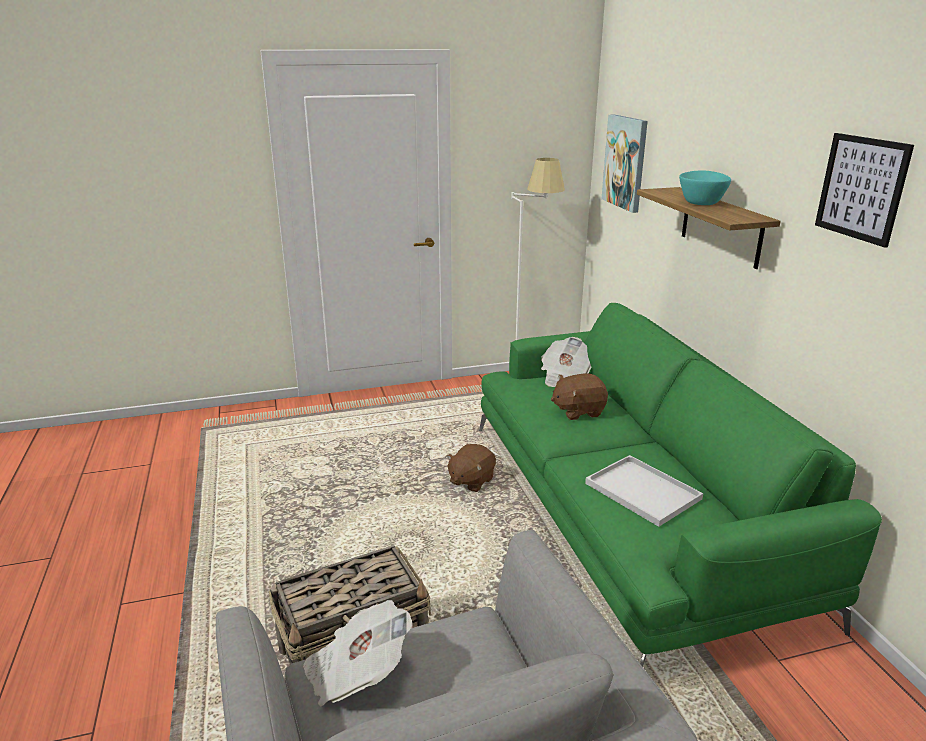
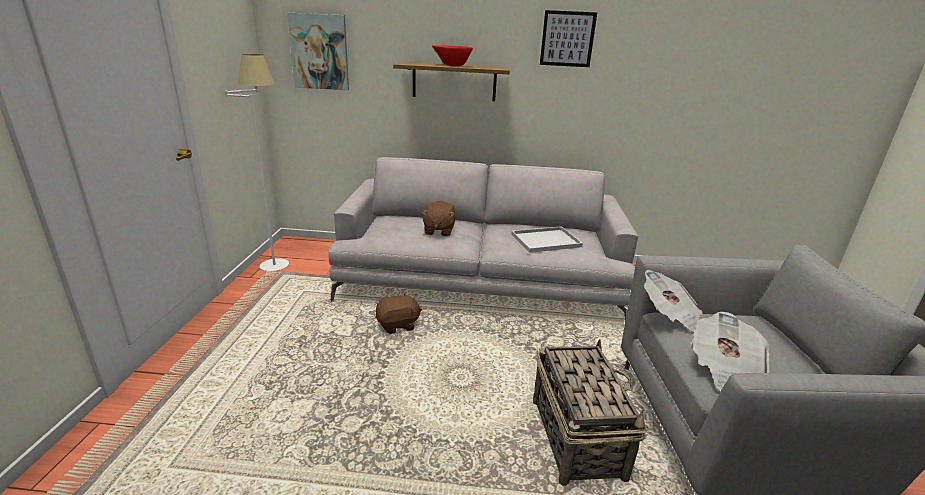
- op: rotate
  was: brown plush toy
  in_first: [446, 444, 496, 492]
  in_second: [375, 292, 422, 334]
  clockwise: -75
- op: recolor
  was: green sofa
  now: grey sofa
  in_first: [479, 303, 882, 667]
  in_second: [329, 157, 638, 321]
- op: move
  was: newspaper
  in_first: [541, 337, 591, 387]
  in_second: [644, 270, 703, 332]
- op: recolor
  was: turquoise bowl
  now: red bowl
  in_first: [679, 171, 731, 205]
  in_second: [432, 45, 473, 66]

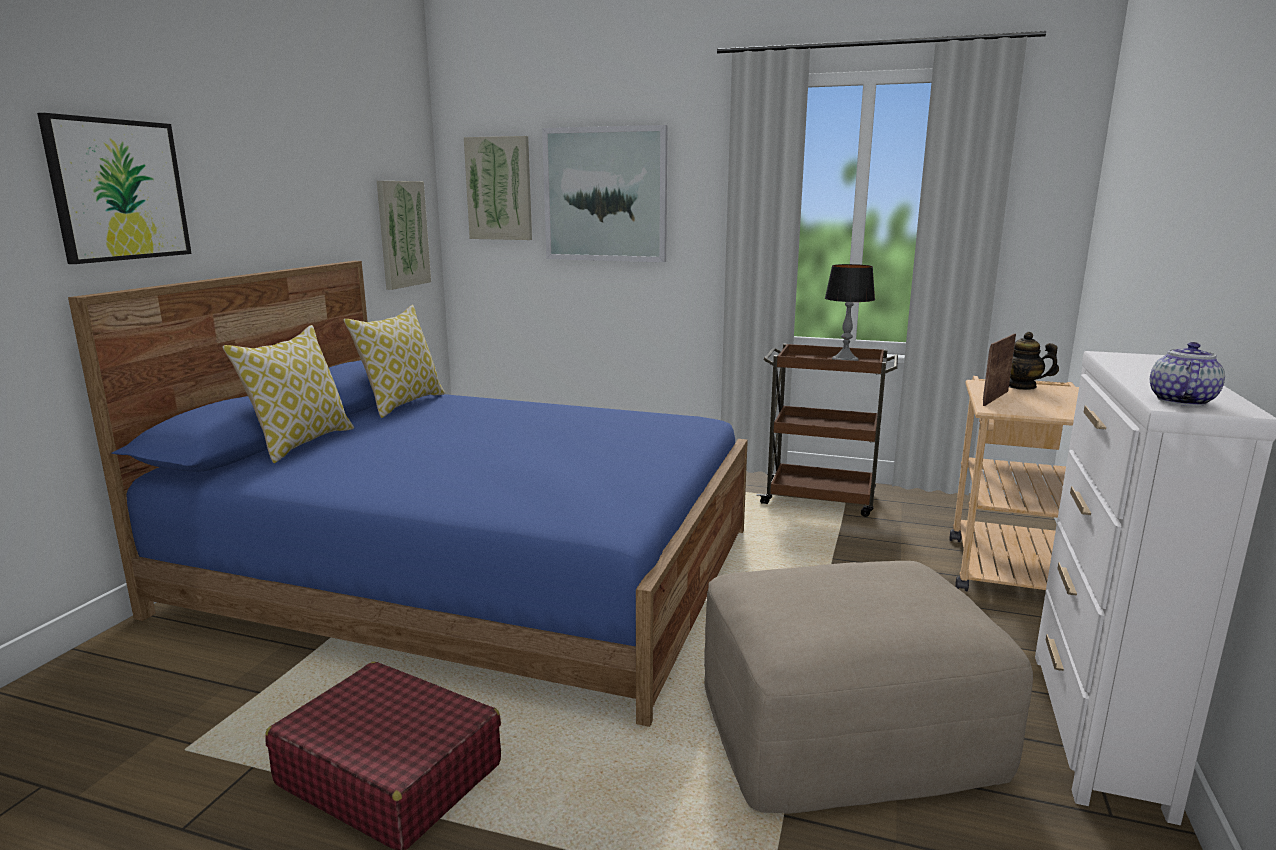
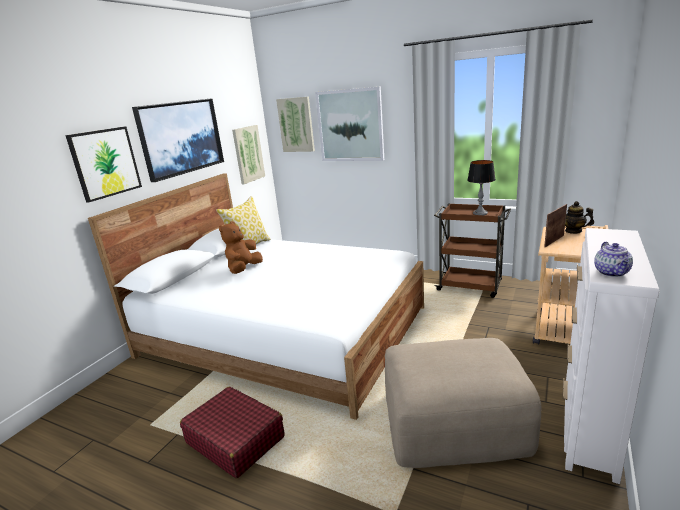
- op: recolor
  was: blue bed
  now: white bed
  in_first: [68, 261, 748, 727]
  in_second: [88, 173, 424, 420]
- op: delete
  was: pillow
  in_first: [222, 325, 354, 463]
- op: rotate
  was: teapot
  in_first: [1150, 342, 1225, 406]
  in_second: [594, 242, 633, 277]
  clockwise: 150
- op: insert
  now: picture
  in_second: [132, 98, 224, 182]
- op: insert
  now: brown plush toy
  in_second: [219, 221, 263, 274]

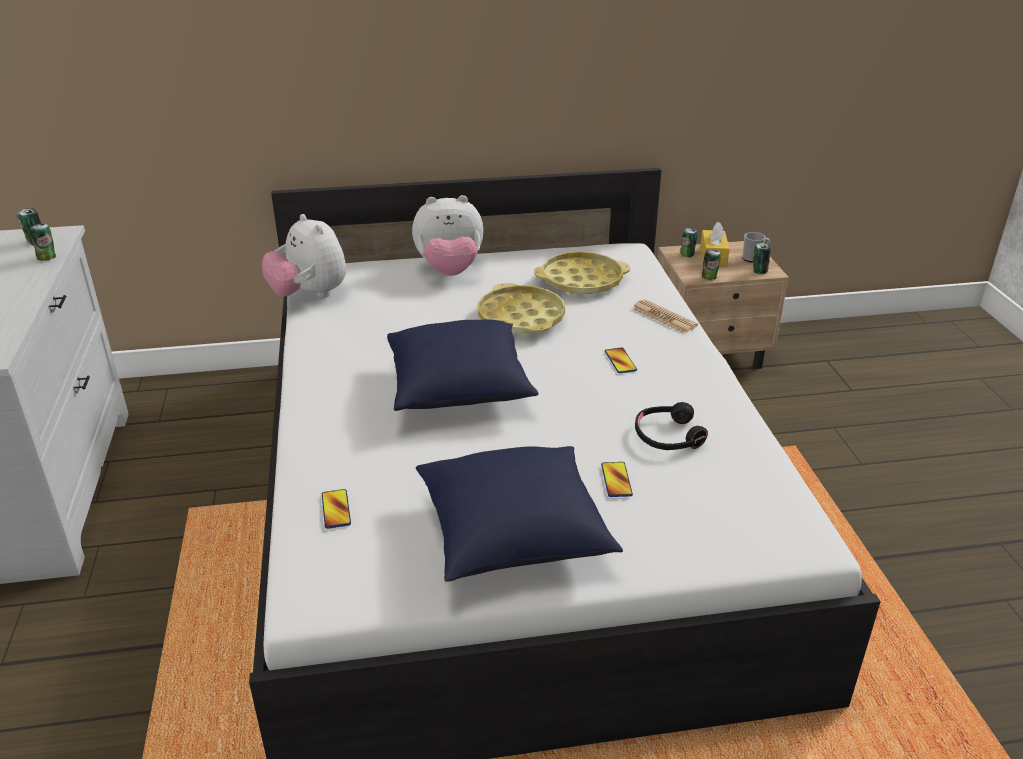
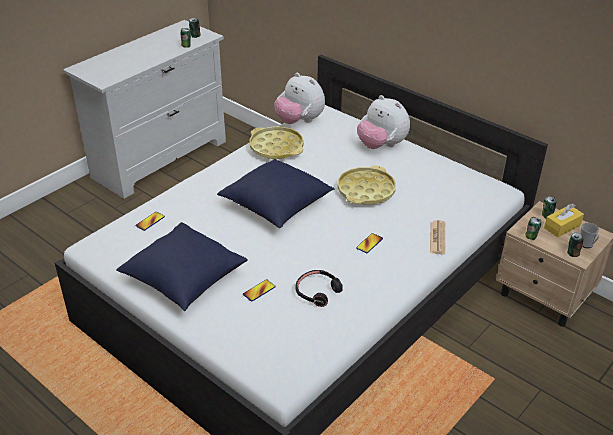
- op: rotate
  was: plush toy
  in_first: [262, 214, 346, 298]
  in_second: [274, 73, 325, 124]
  clockwise: -60
- op: move
  was: yellow tray
  in_first: [534, 252, 630, 294]
  in_second: [249, 127, 304, 159]

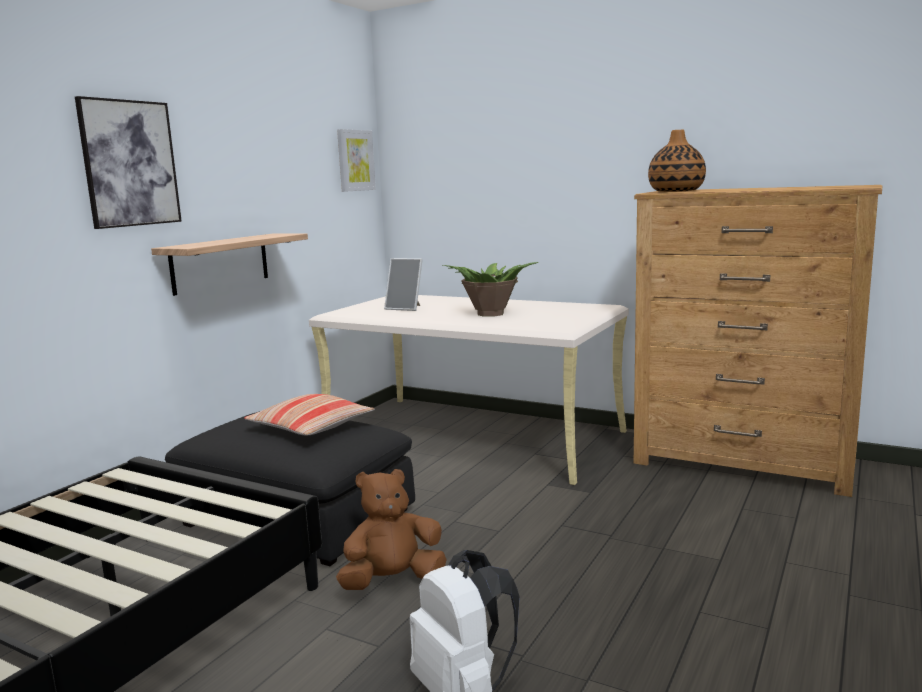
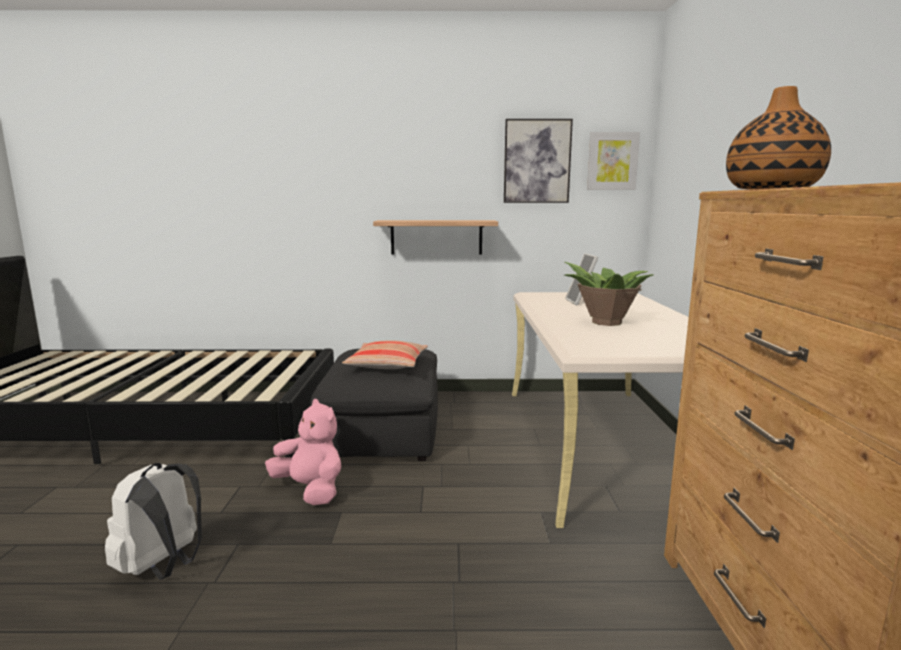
- op: move
  was: picture
  in_first: [75, 96, 182, 229]
  in_second: [504, 119, 573, 203]
- op: recolor
  was: brown plush toy
  now: pink plush toy
  in_first: [336, 469, 447, 590]
  in_second: [265, 399, 342, 505]

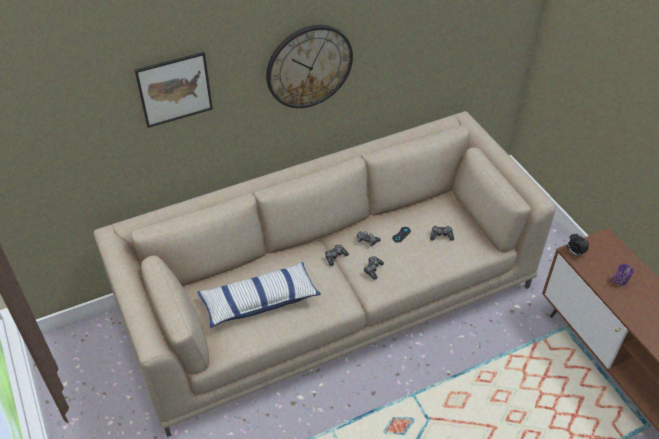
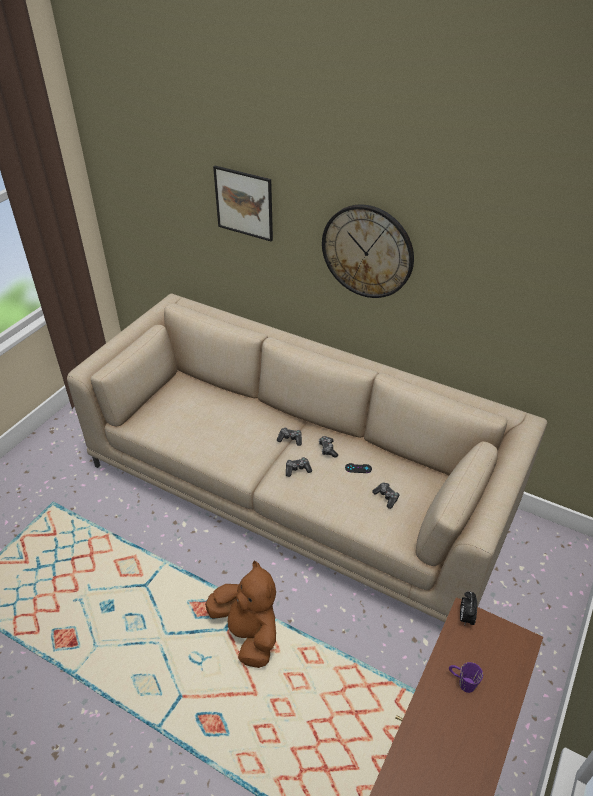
- op: delete
  was: pillow
  in_first: [197, 262, 321, 328]
- op: insert
  now: brown plush toy
  in_second: [205, 561, 276, 668]

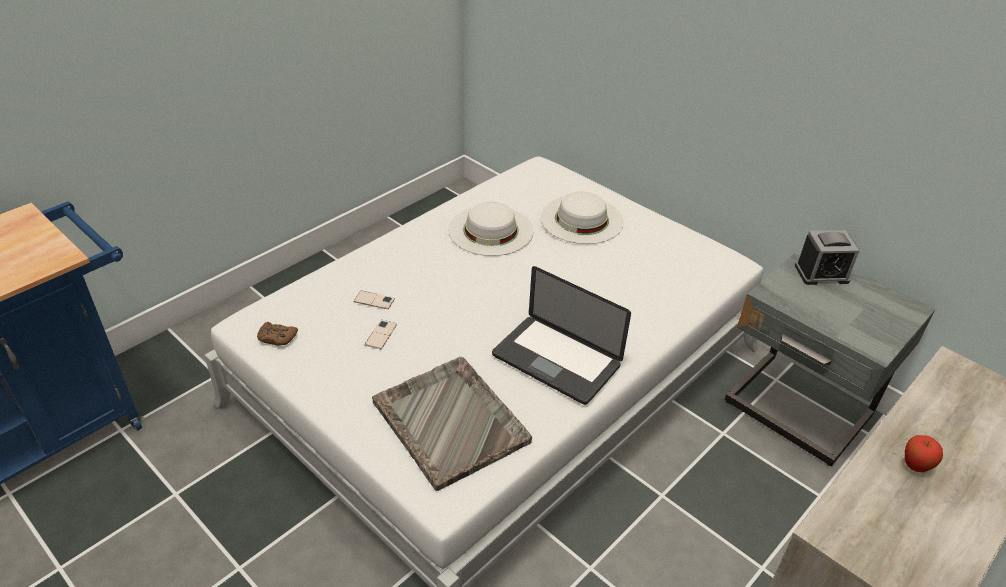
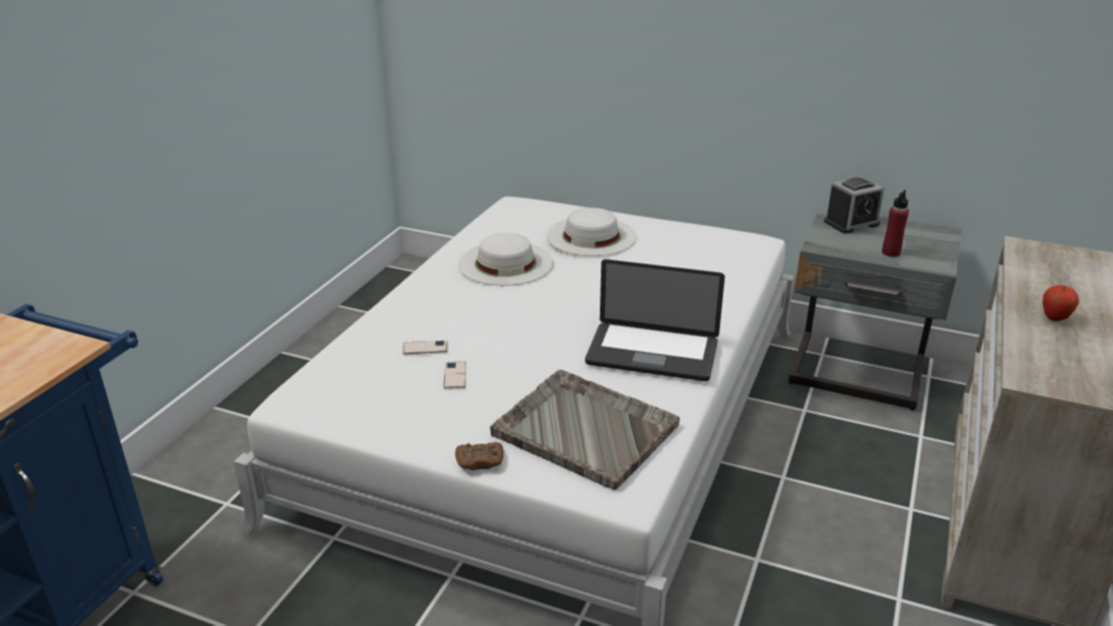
- op: move
  was: brown game controller
  in_first: [257, 322, 298, 346]
  in_second: [455, 442, 504, 470]
- op: insert
  now: red bottle
  in_second: [882, 190, 909, 257]

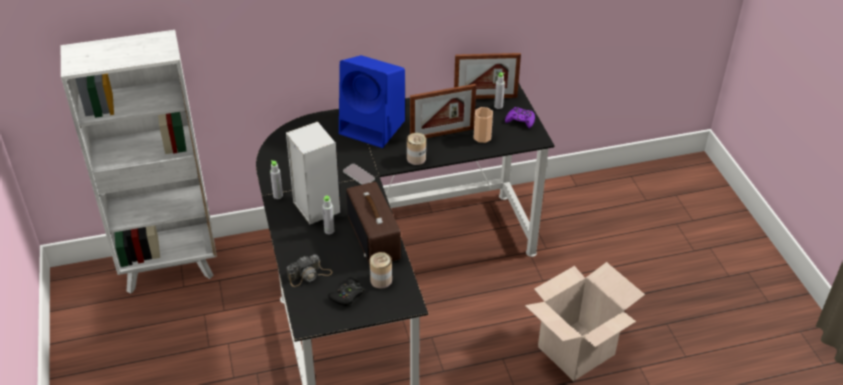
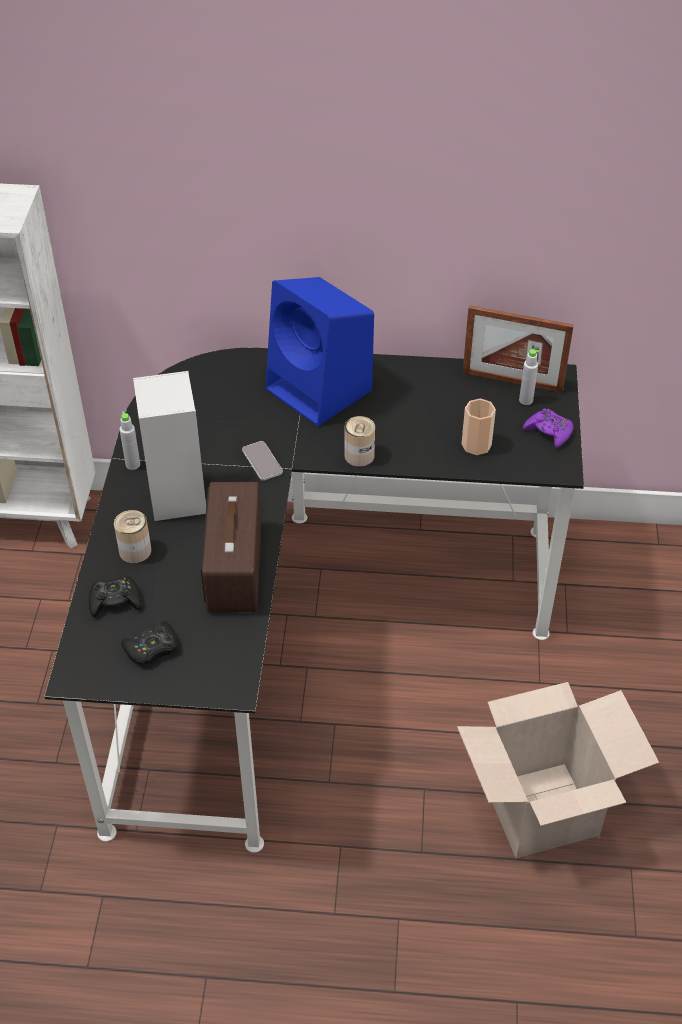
- op: replace
  was: photo camera
  now: black game controller
  in_first: [287, 255, 332, 287]
  in_second: [89, 576, 141, 618]
- op: delete
  was: grey bottle
  in_first: [322, 195, 334, 234]
- op: move
  was: can
  in_first: [370, 252, 392, 289]
  in_second: [114, 510, 152, 563]
- op: delete
  was: picture frame
  in_first: [410, 84, 476, 138]

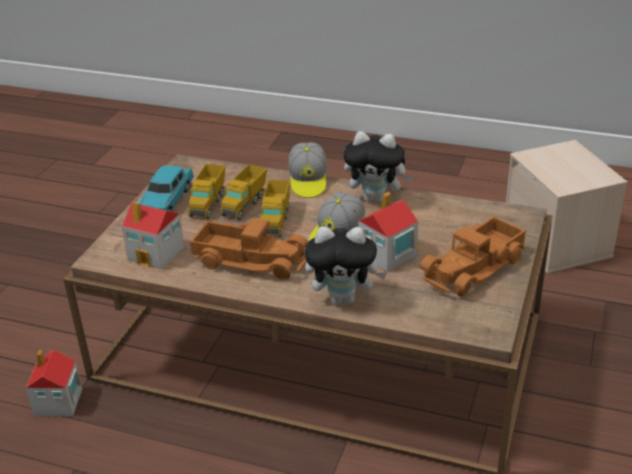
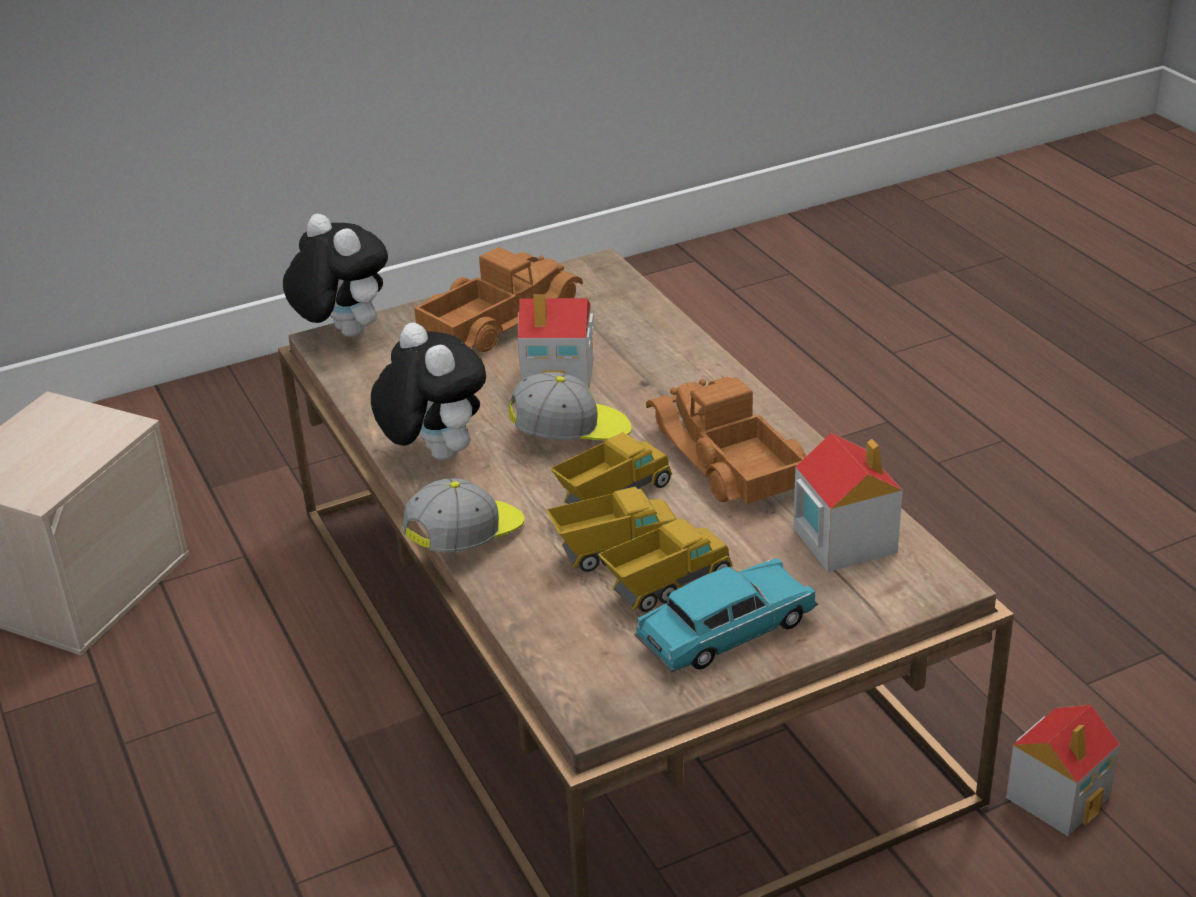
- op: move
  was: plush toy
  in_first: [305, 226, 387, 305]
  in_second: [283, 214, 388, 337]
- op: rotate
  was: toy truck
  in_first: [419, 216, 526, 297]
  in_second: [414, 247, 583, 352]
  clockwise: -45

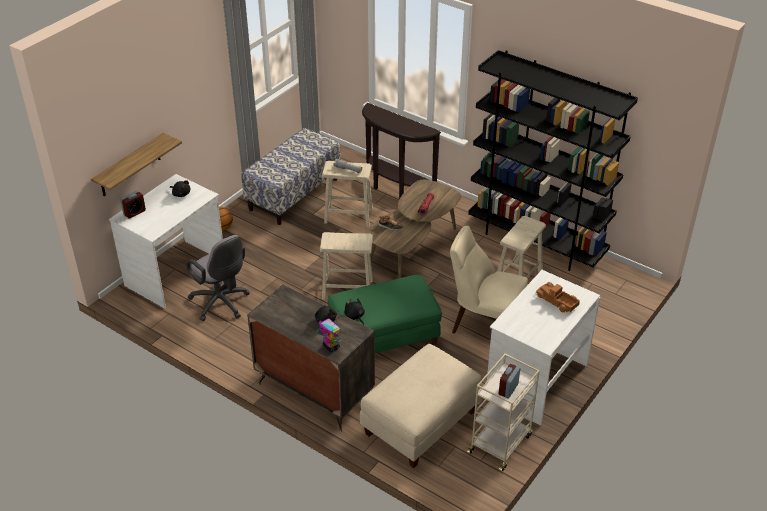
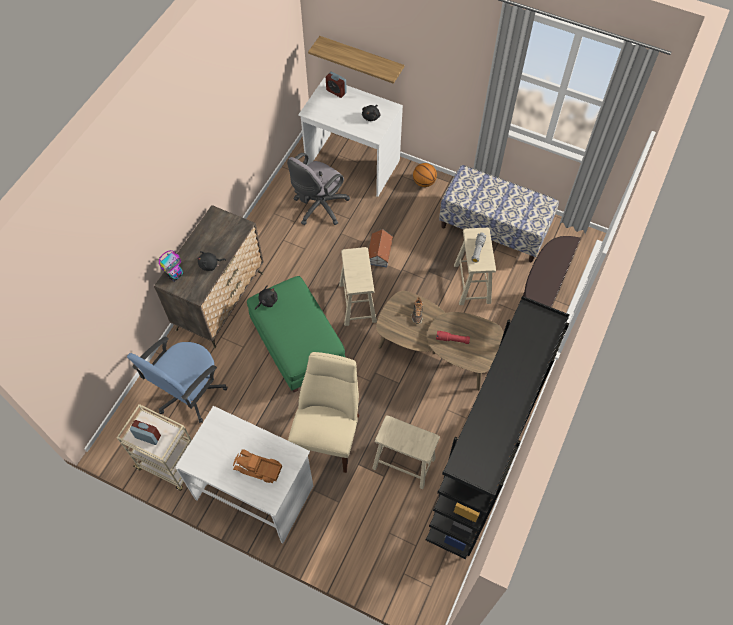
- op: replace
  was: beige ottoman
  now: blue office chair
  in_first: [360, 344, 482, 468]
  in_second: [127, 337, 227, 423]
- op: rotate
  was: toy truck
  in_first: [536, 282, 580, 312]
  in_second: [233, 449, 282, 483]
  clockwise: -105
- op: insert
  now: toy house
  in_second: [368, 229, 393, 268]

